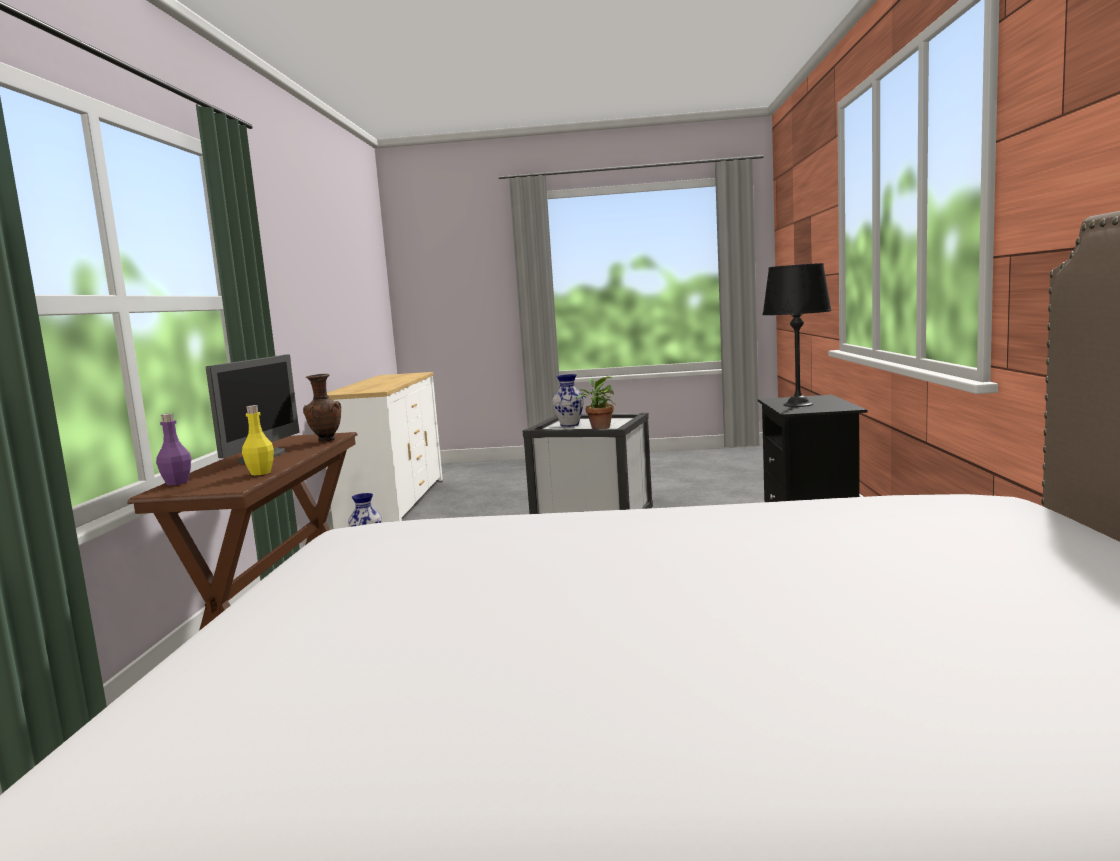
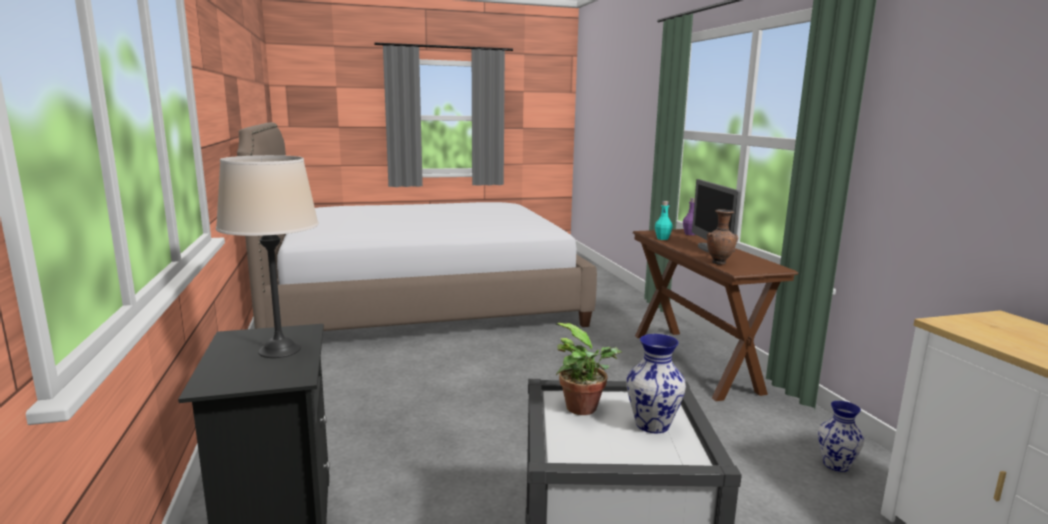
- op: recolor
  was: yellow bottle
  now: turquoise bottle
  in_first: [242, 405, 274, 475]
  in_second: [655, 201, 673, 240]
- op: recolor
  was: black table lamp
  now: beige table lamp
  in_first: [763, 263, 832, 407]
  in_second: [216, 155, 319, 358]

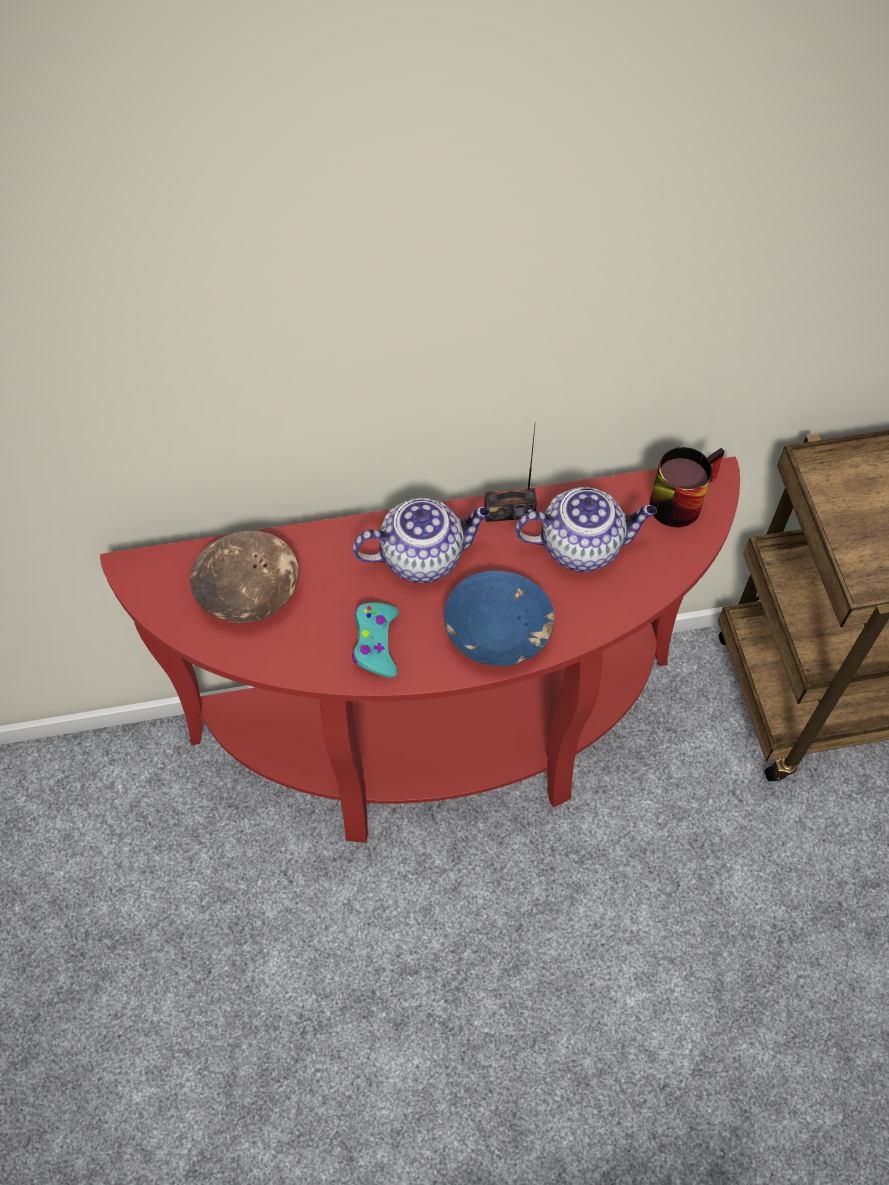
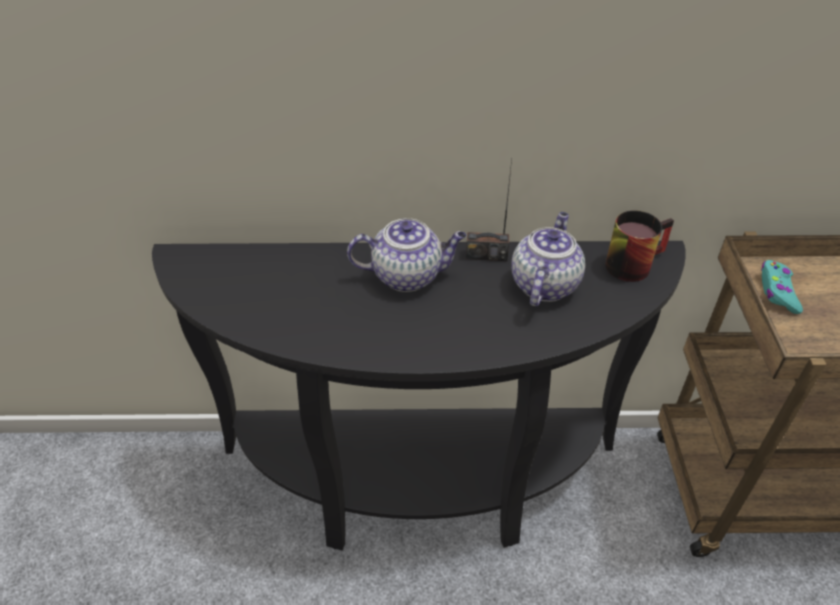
- op: recolor
  was: red console table
  now: black console table
  in_first: [100, 456, 740, 843]
  in_second: [152, 241, 686, 550]
- op: delete
  was: brown bowl
  in_first: [190, 531, 299, 622]
- op: move
  was: turquoise game controller
  in_first: [352, 602, 399, 678]
  in_second: [761, 260, 803, 314]
- op: delete
  was: blue bowl
  in_first: [444, 570, 555, 666]
- op: rotate
  was: teapot
  in_first: [515, 487, 657, 572]
  in_second: [511, 212, 585, 306]
  clockwise: -75

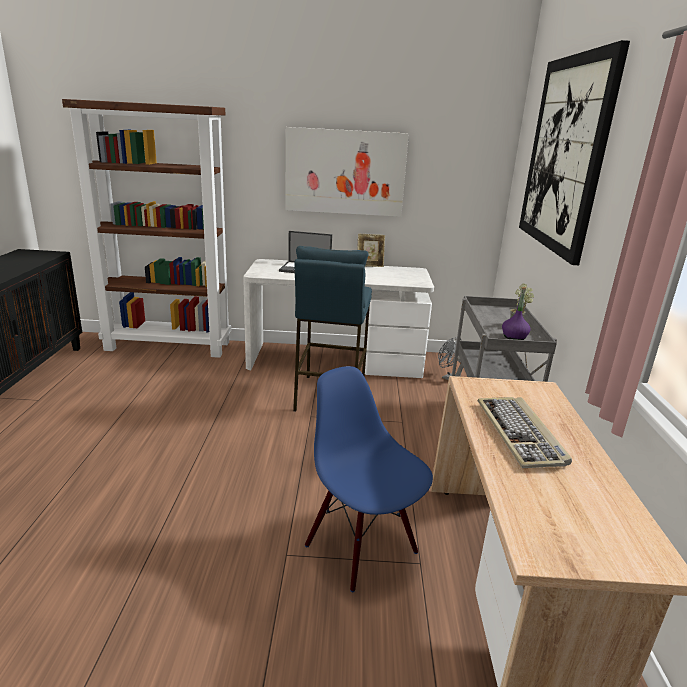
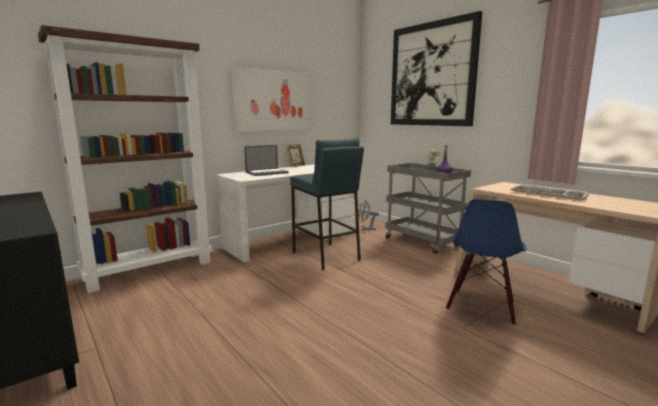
- op: rotate
  was: blue chair
  in_first: [305, 366, 433, 592]
  in_second: [446, 199, 527, 325]
  clockwise: -75

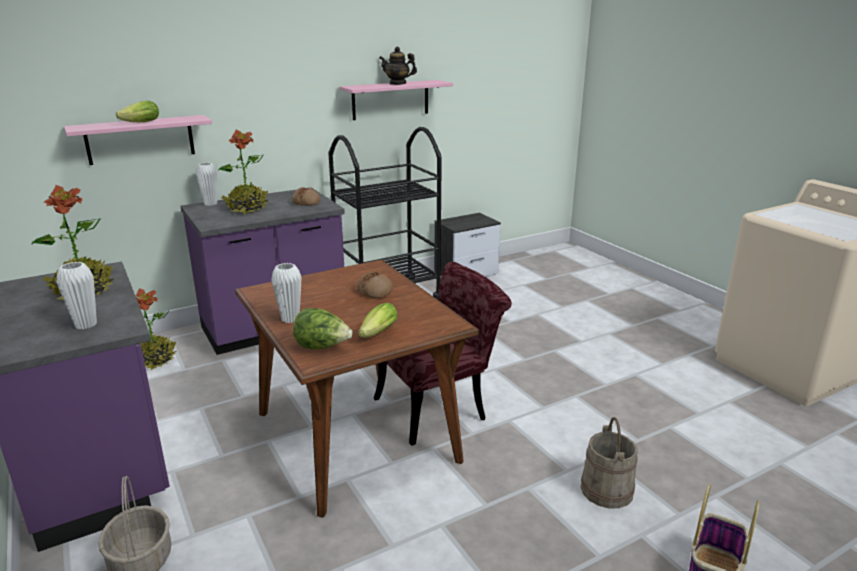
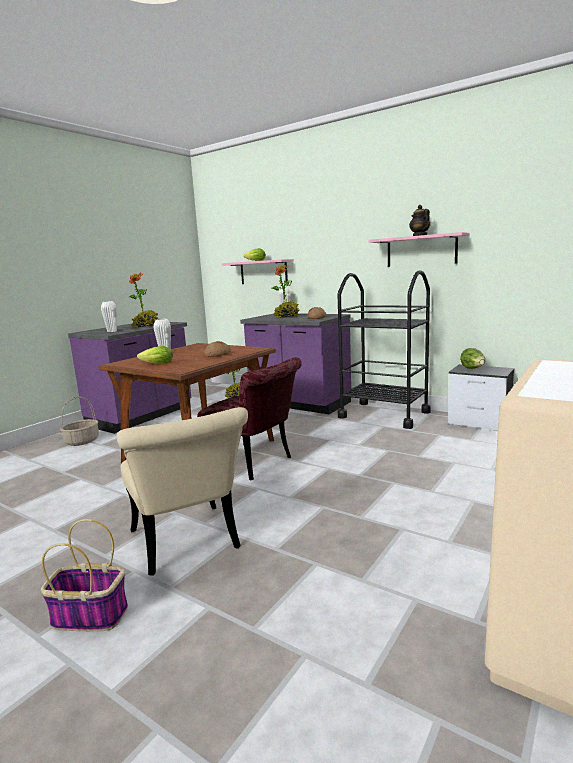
- op: move
  was: lettuce
  in_first: [293, 308, 353, 349]
  in_second: [460, 348, 485, 369]
- op: replace
  was: beige bucket
  now: beige chair
  in_first: [581, 417, 638, 508]
  in_second: [117, 407, 248, 576]

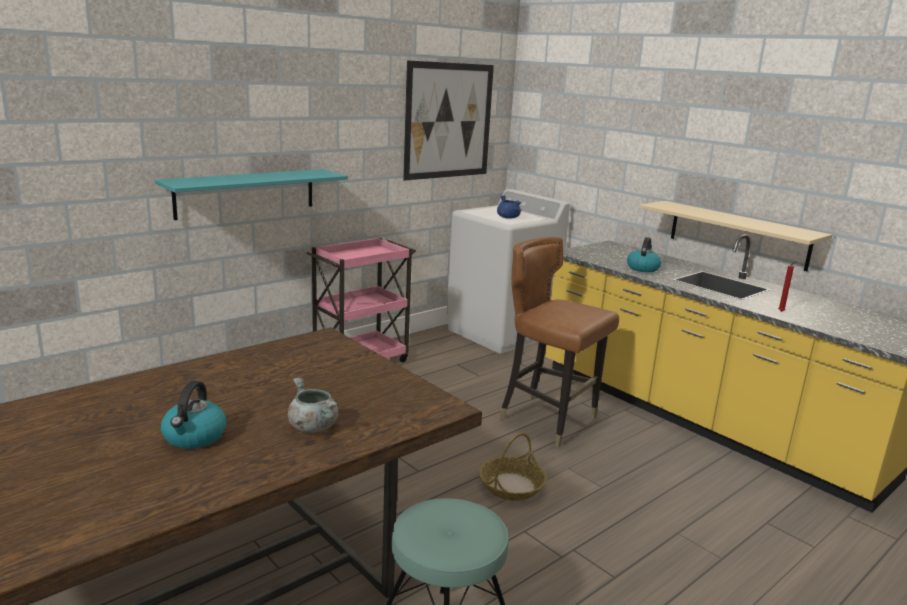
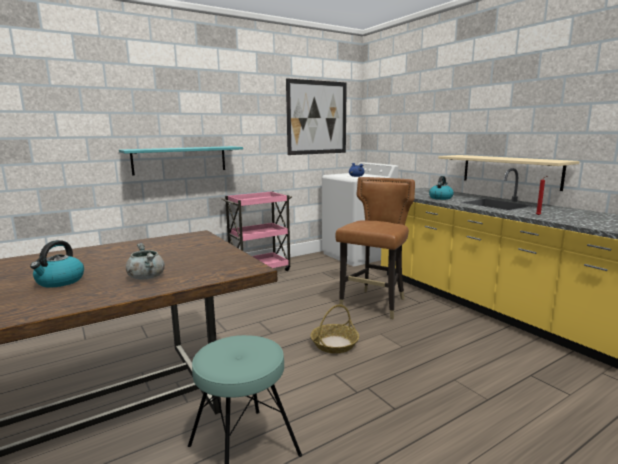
- op: rotate
  was: brown chair
  in_first: [499, 237, 619, 447]
  in_second: [335, 177, 415, 319]
  clockwise: 75

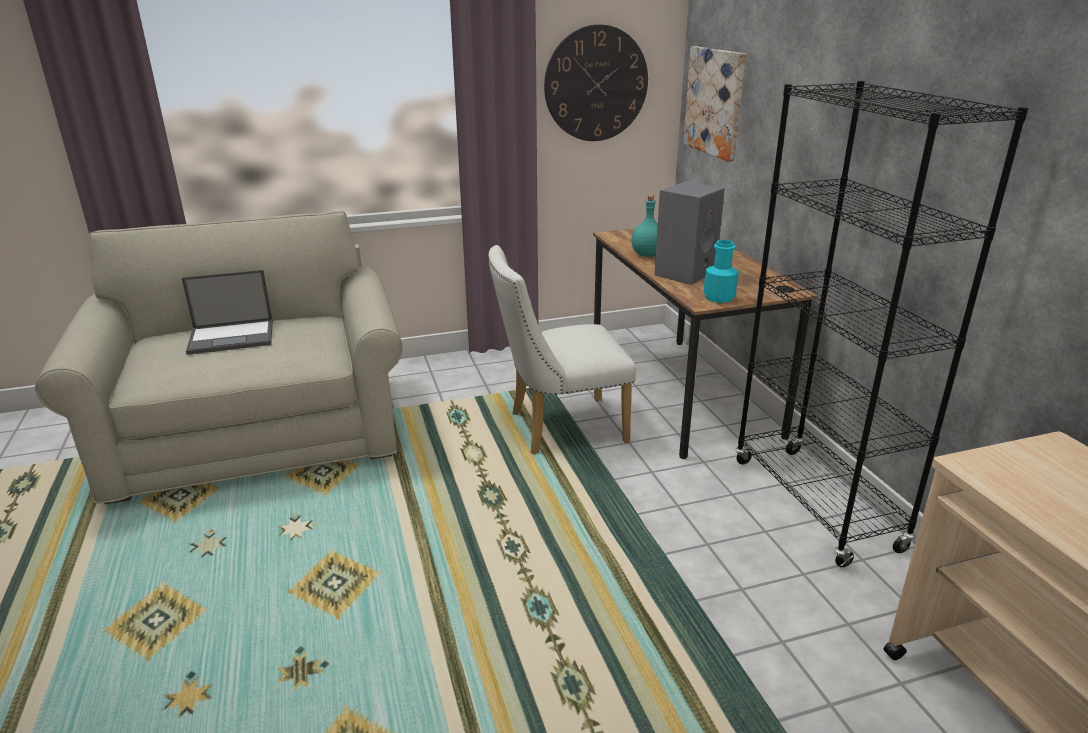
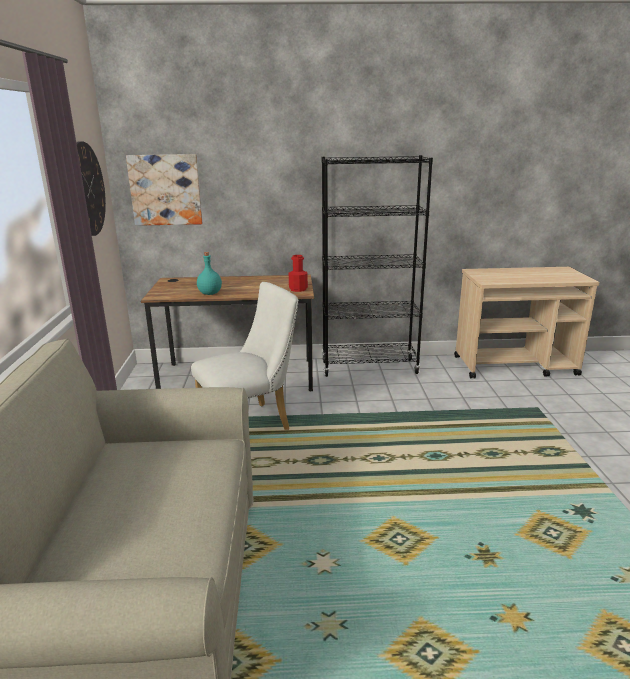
- op: delete
  was: laptop
  in_first: [181, 270, 273, 355]
- op: rotate
  was: white chair
  in_first: [488, 245, 636, 455]
  in_second: [191, 282, 299, 430]
  clockwise: -120
- op: delete
  was: grey speaker
  in_first: [654, 181, 725, 285]
- op: recolor
  was: turquoise bottle
  now: red bottle
  in_first: [704, 240, 739, 303]
  in_second: [289, 255, 308, 292]

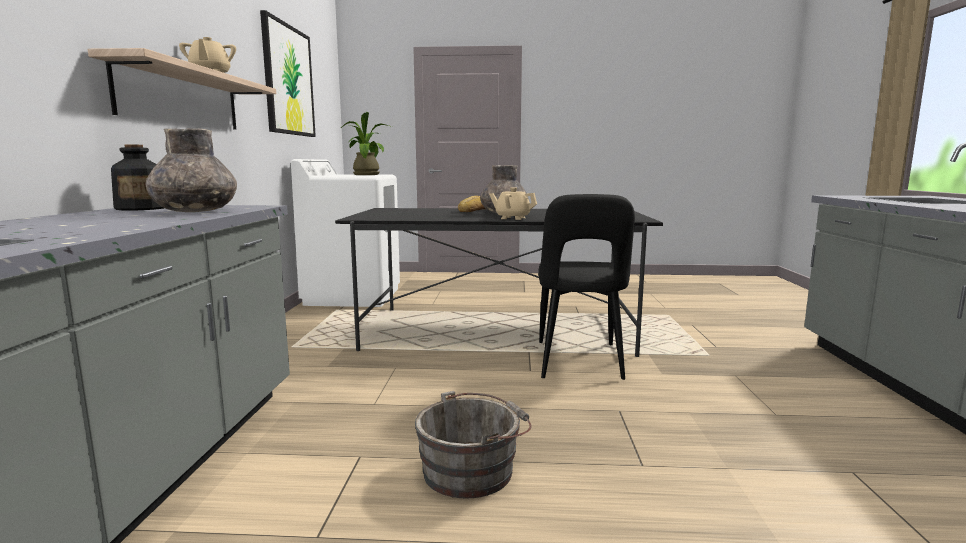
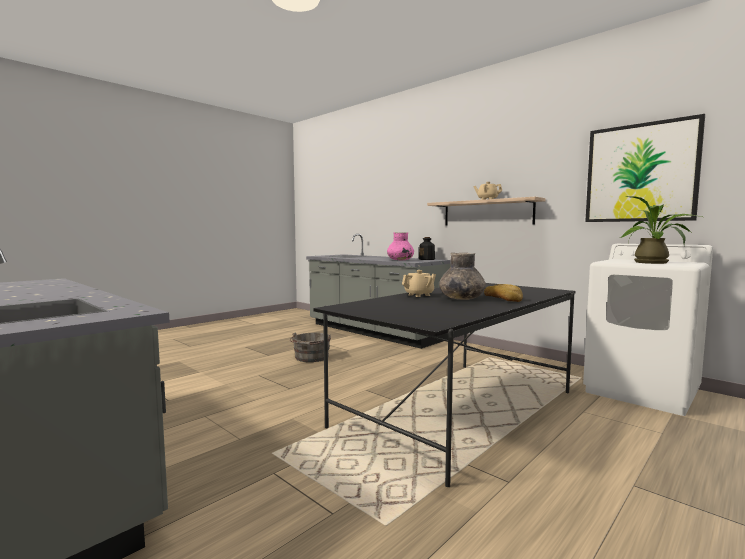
- op: recolor
  was: grey vase
  now: pink vase
  in_first: [145, 129, 237, 212]
  in_second: [387, 232, 414, 260]
- op: delete
  was: black chair
  in_first: [538, 194, 635, 380]

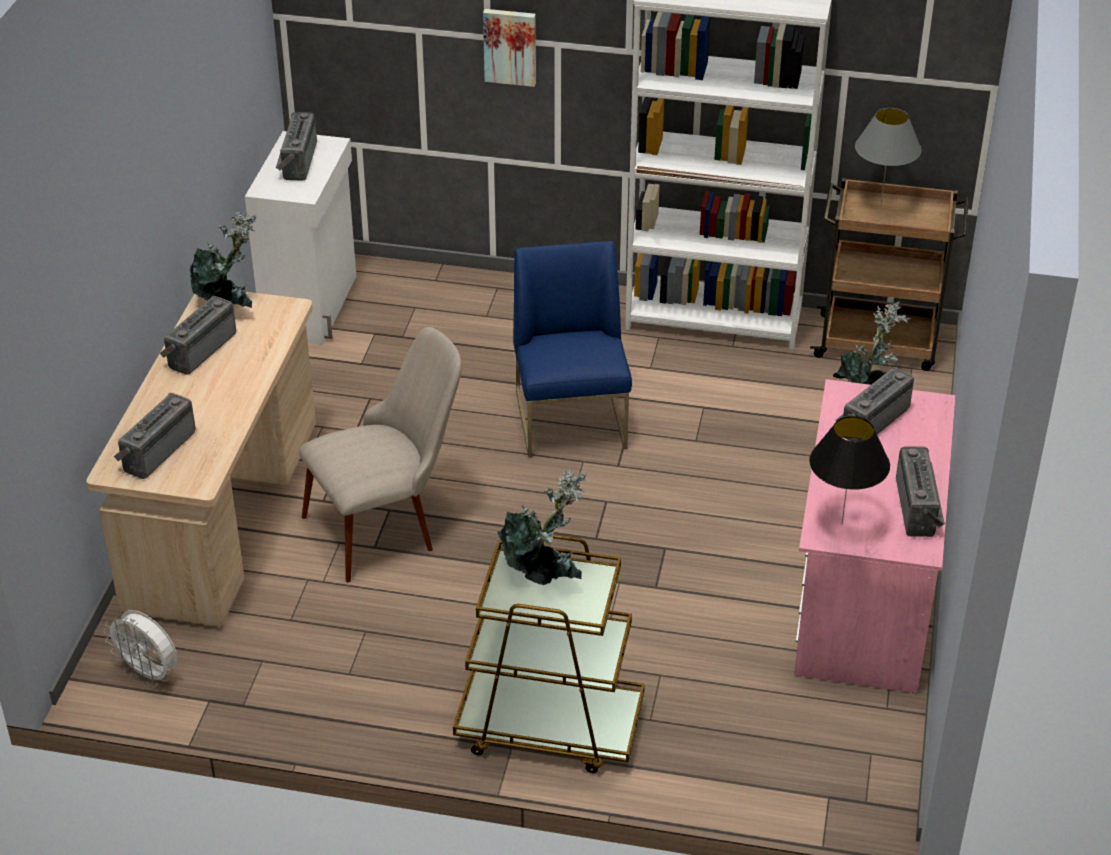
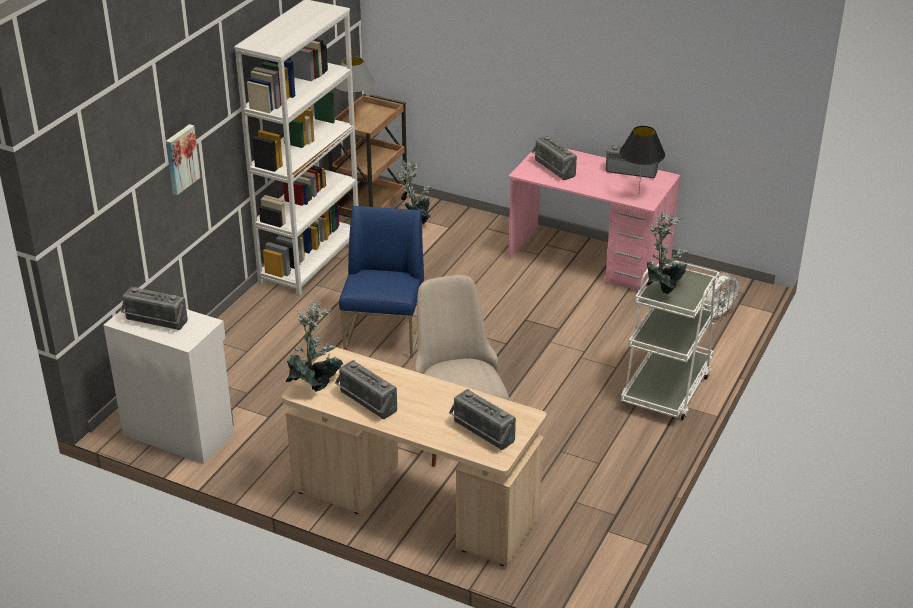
- op: move
  was: white fan
  in_first: [103, 610, 178, 686]
  in_second: [703, 273, 743, 321]
- op: recolor
  was: brown cart
  now: white cart
  in_first: [453, 535, 645, 773]
  in_second: [621, 260, 720, 420]
- op: rotate
  was: blue chair
  in_first: [513, 241, 632, 458]
  in_second: [339, 206, 424, 358]
  clockwise: 90

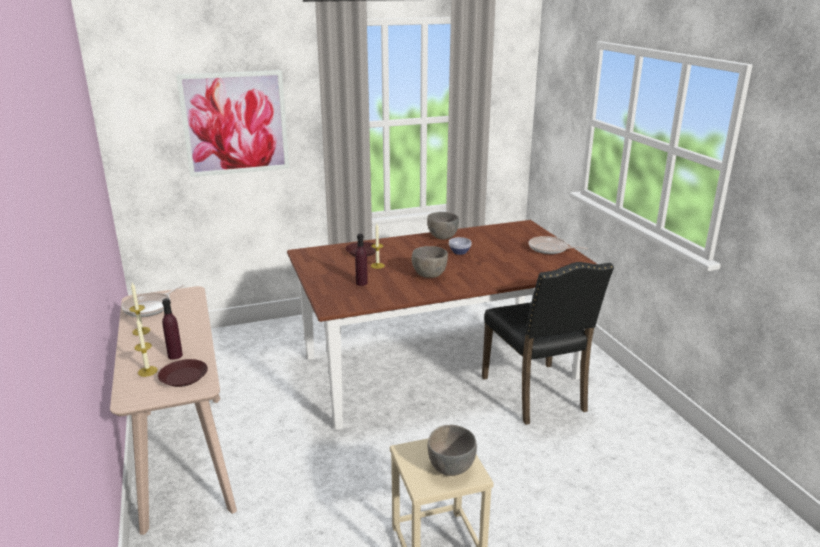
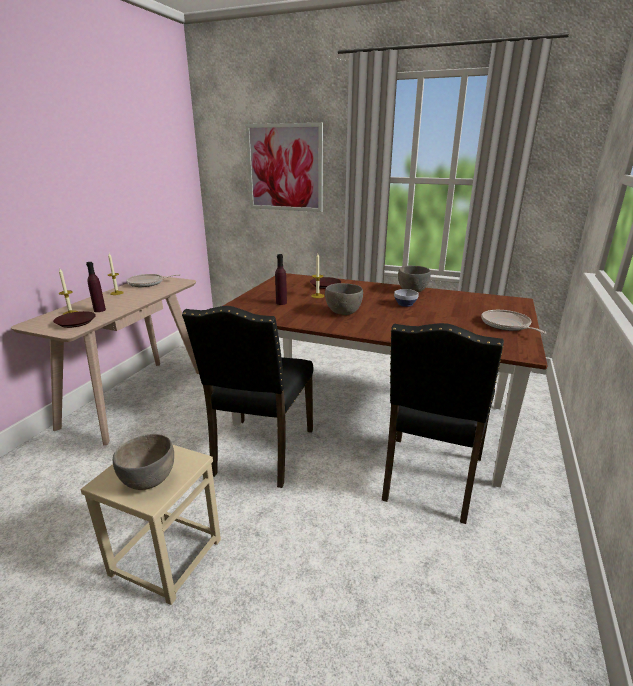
- op: insert
  now: black chair
  in_second: [182, 306, 313, 488]

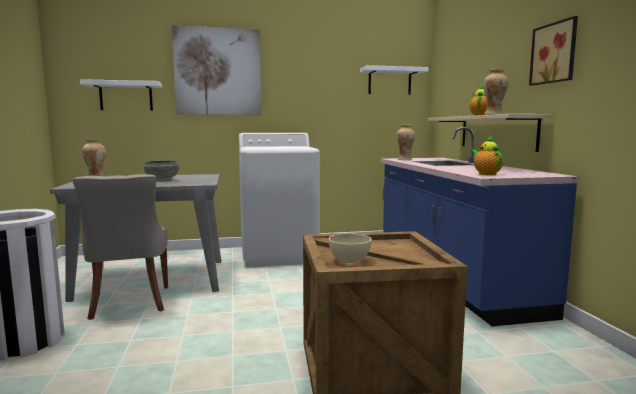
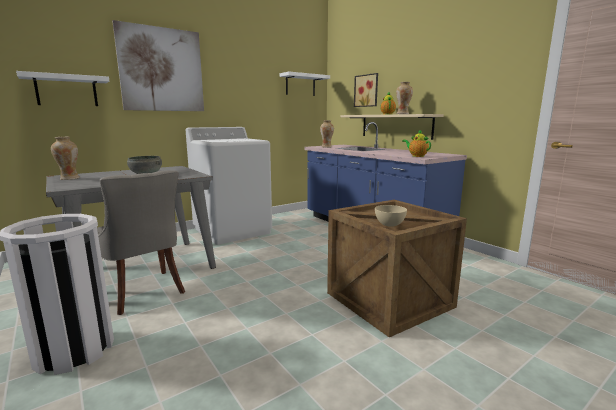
- op: move
  was: picture
  in_first: [529, 16, 578, 86]
  in_second: [354, 73, 378, 107]

